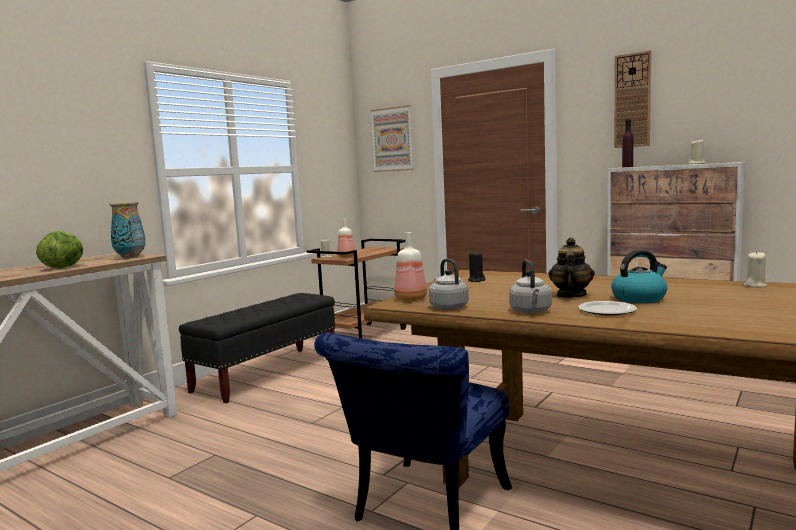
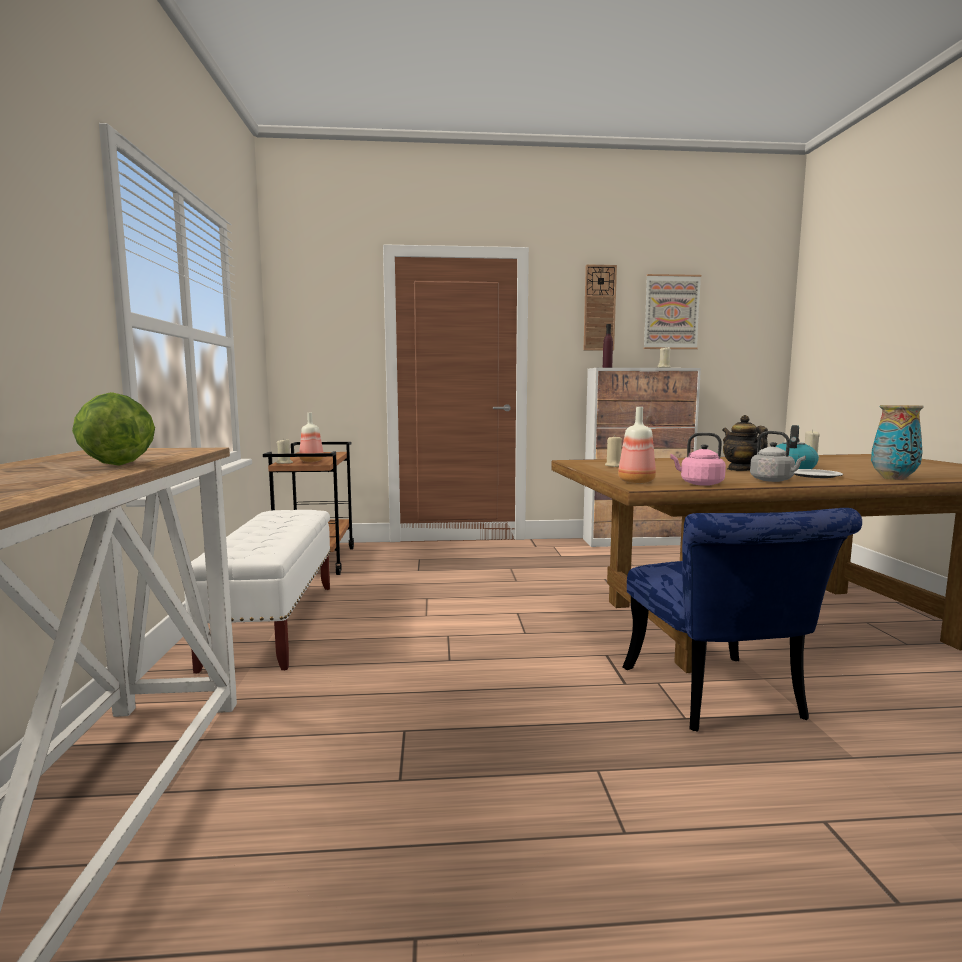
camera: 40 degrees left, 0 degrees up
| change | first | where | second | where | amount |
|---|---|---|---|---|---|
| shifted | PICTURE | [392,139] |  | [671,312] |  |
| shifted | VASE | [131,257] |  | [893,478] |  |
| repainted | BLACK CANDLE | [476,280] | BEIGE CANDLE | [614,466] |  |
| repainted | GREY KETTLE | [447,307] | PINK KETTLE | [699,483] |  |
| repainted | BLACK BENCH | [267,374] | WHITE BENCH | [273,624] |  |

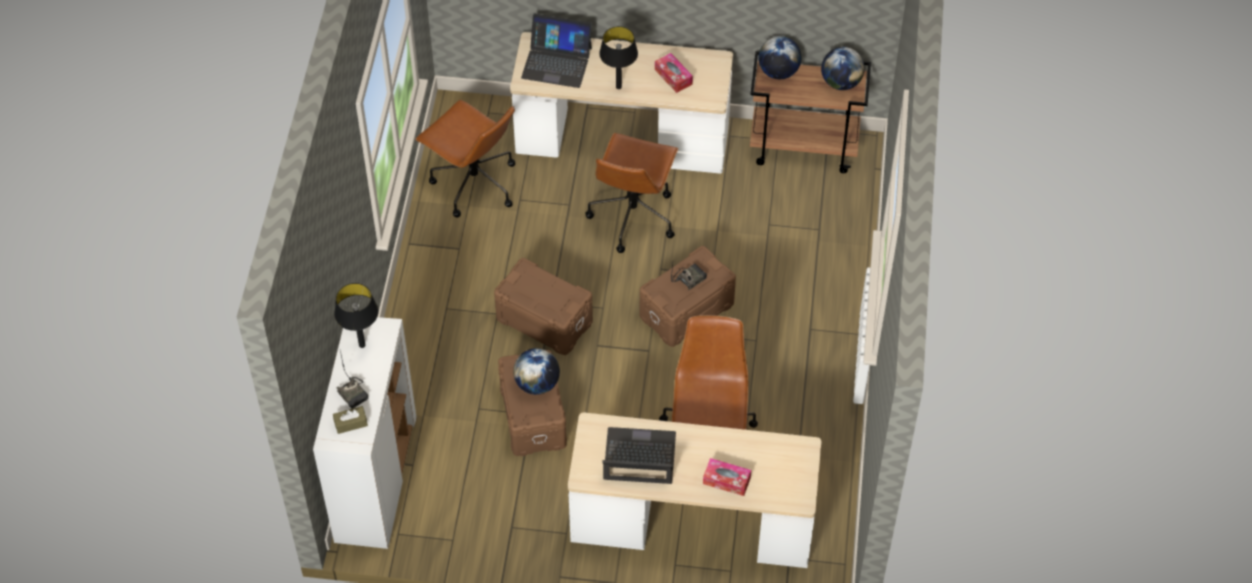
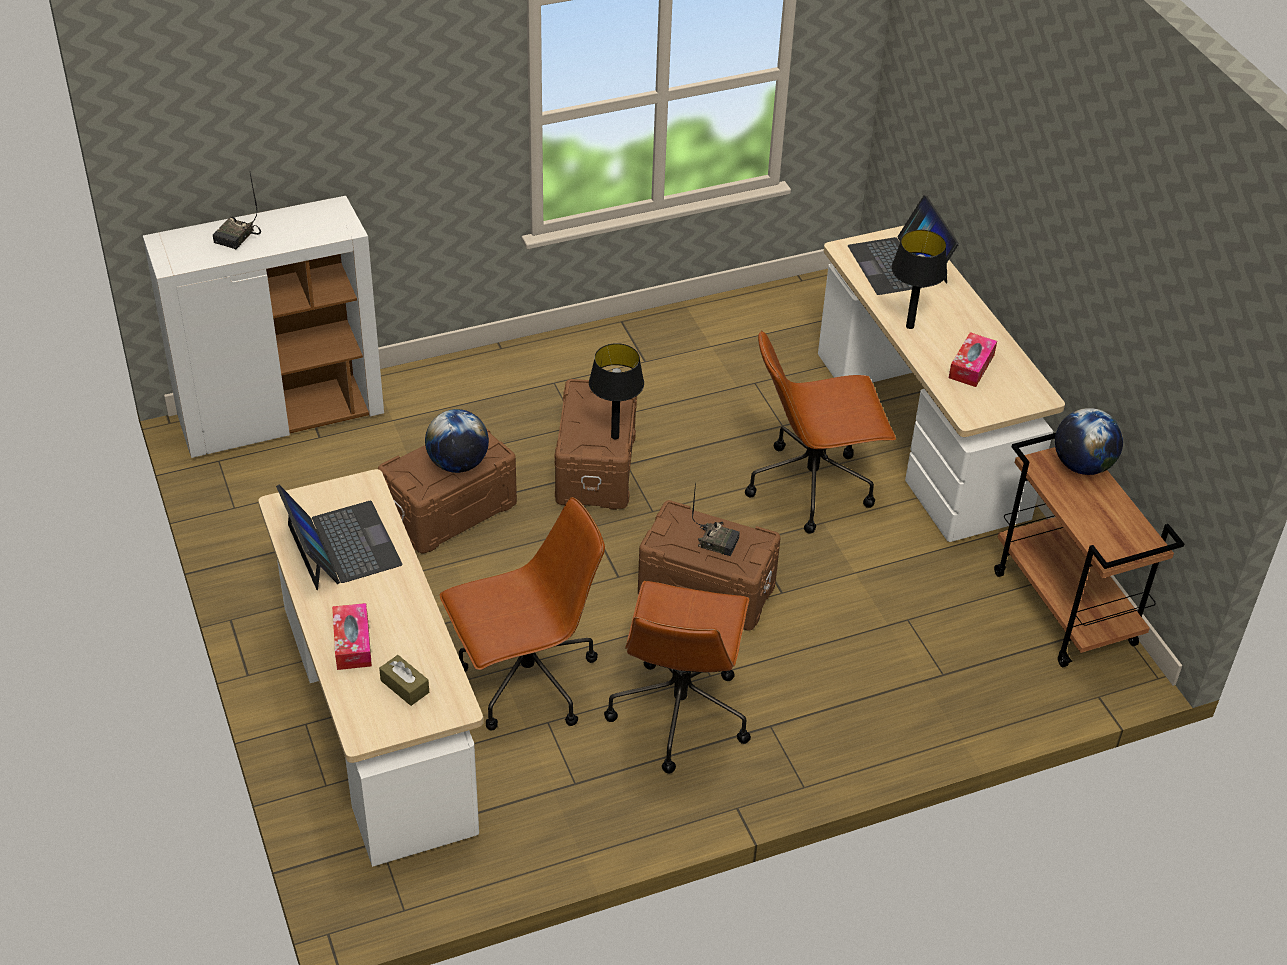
camera: 60 degrees right, 10 degrees down
| change | first | where | second | where | amount |
|---|---|---|---|---|---|
| gone | GLOBE | [841,83] |  |  |  |
| shifted | BROWN OFFICE CHAIR | [473,184] |  | [679,712] |  |
| shifted | BLACK TABLE LAMP | [362,345] |  | [615,436] |  |
| shifted | BROWN TISSUE BOX | [351,423] |  | [405,686] |  |

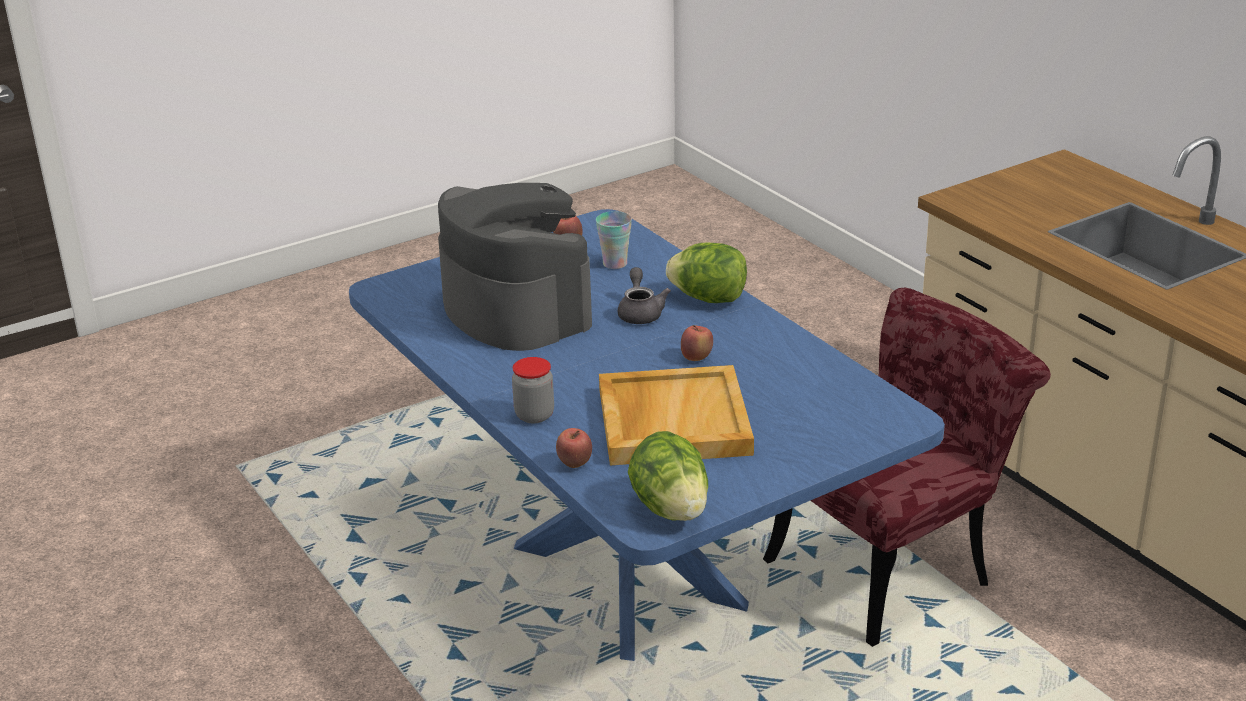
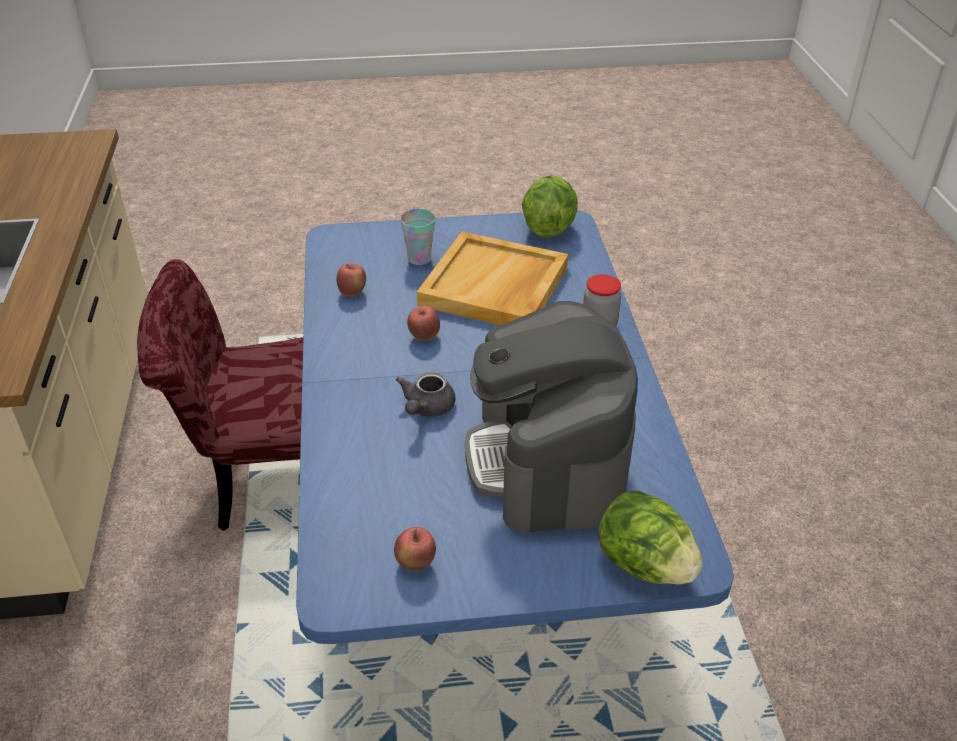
camera: 155 degrees left, 10 degrees up
| change | first | where | second | where | amount |
|---|---|---|---|---|---|
| shifted | CUP | [615,264] |  | [419,259] |  |
| shifted | LETTUCE | [709,299] |  | [644,564] |  |
| shifted | APPLE | [574,464] |  | [352,293] |  |

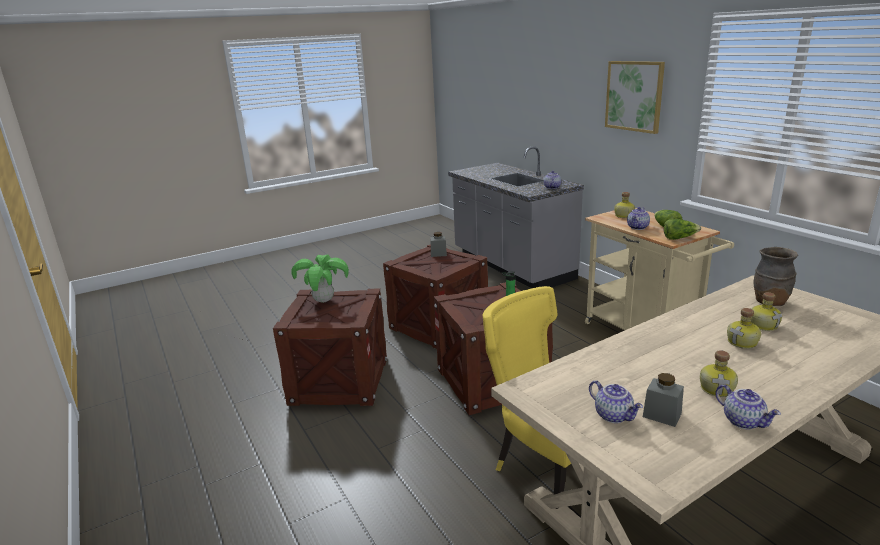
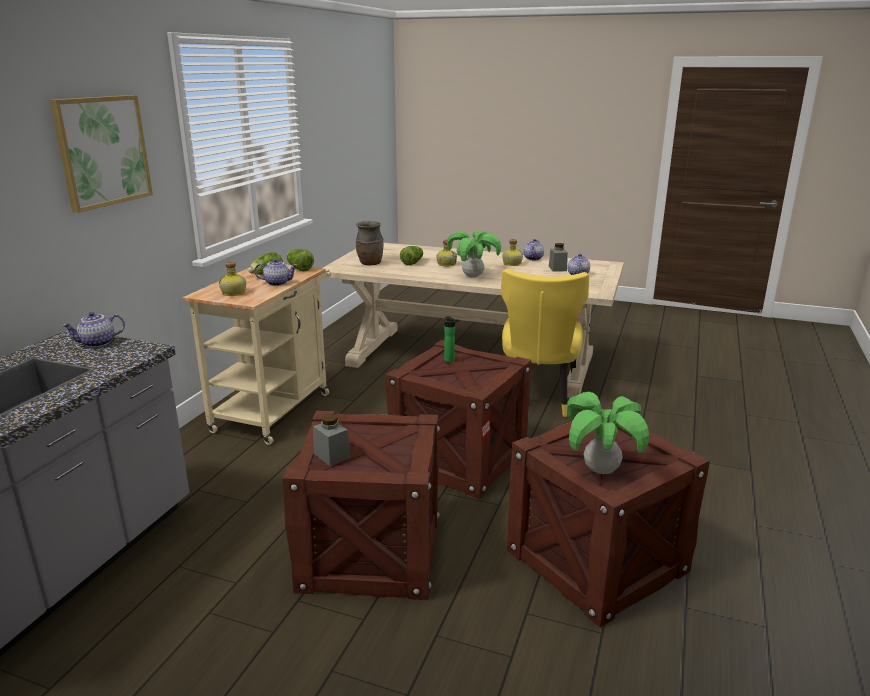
camera: 130 degrees left, 0 degrees up
| change | first | where | second | where | amount |
|---|---|---|---|---|---|
| swapped | BOTTLE | [763,325] | LETTUCE | [412,263] |  |
| new |  |  | POTTED PLANT | [472,276] |  |

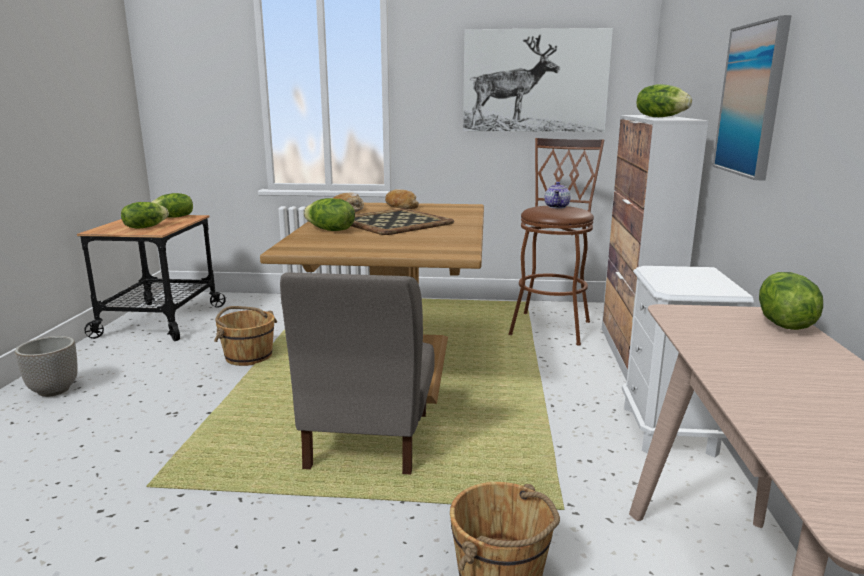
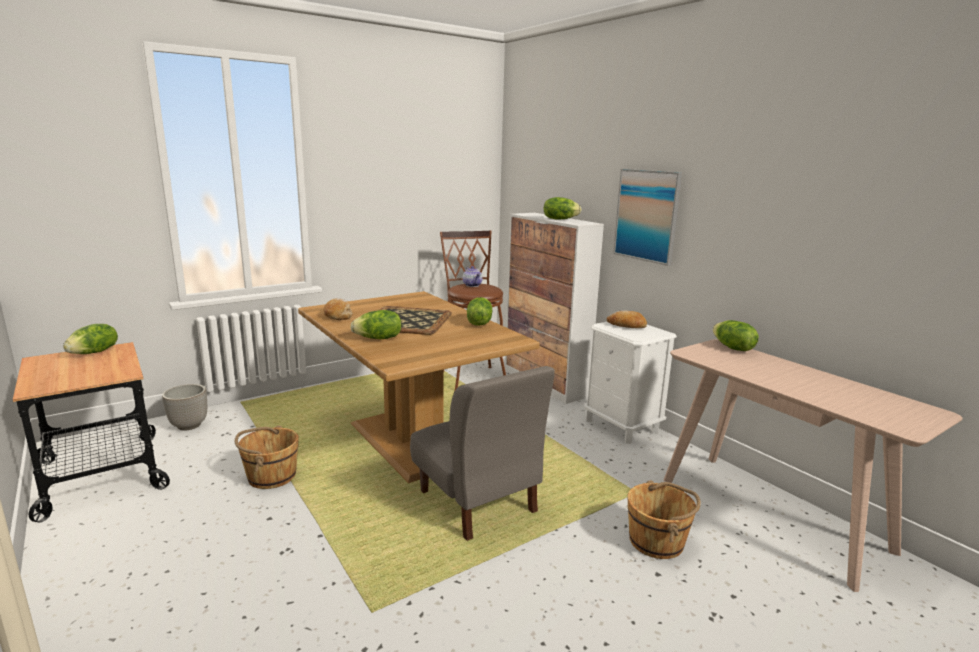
camera: 40 degrees left, 0 degrees up
| change | first | where | second | where | amount |
|---|---|---|---|---|---|
| gone | PICTURE | [535,81] |  |  |  |
| shifted | BREAD | [400,207] |  | [626,326] |  |
| shifted | LETTUCE | [145,227] |  | [478,323] |  |
| shifted | PLANTER | [54,390] |  | [189,425] |  |

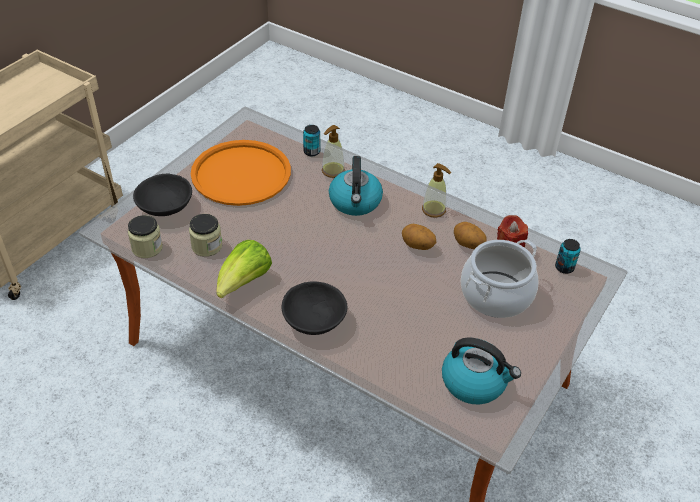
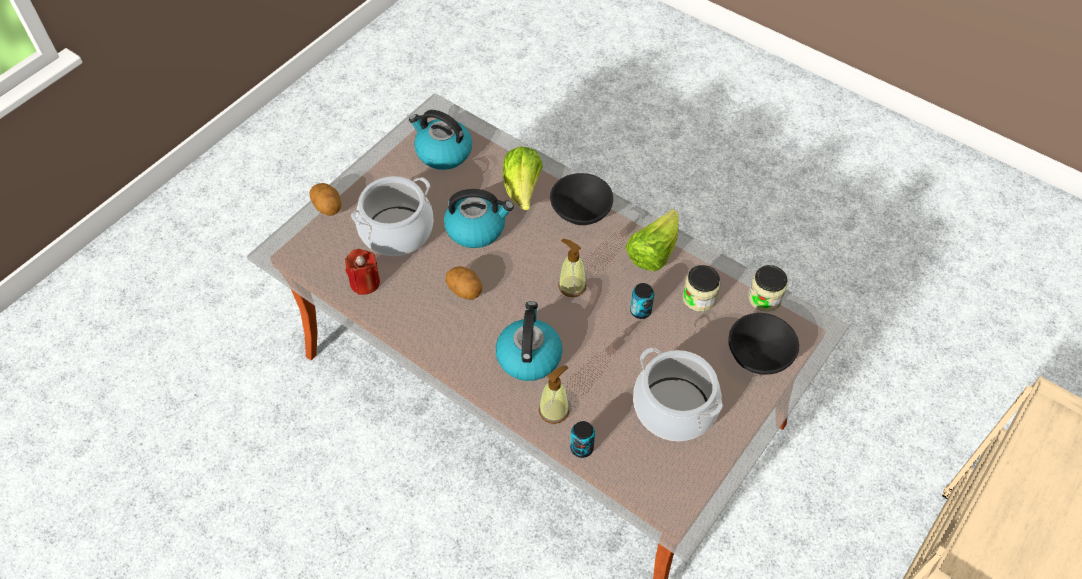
camera: 175 degrees left, 10 degrees up
| change | first | where | second | where | amount |
|---|---|---|---|---|---|
| swapped | ORANGE TRAY | [241,174] | COOKING POT | [674,408] |  |
| shifted | SOAP DISPENSER | [434,210] |  | [571,286] |  |
| shifted | POTATO | [467,245] |  | [328,207] |  |
| shifted | CAN | [564,267] |  | [640,311] |  |
| new |  |  | LETTUCE | [522,190] |  |
| new |  |  | KETTLE | [476,228] |  |

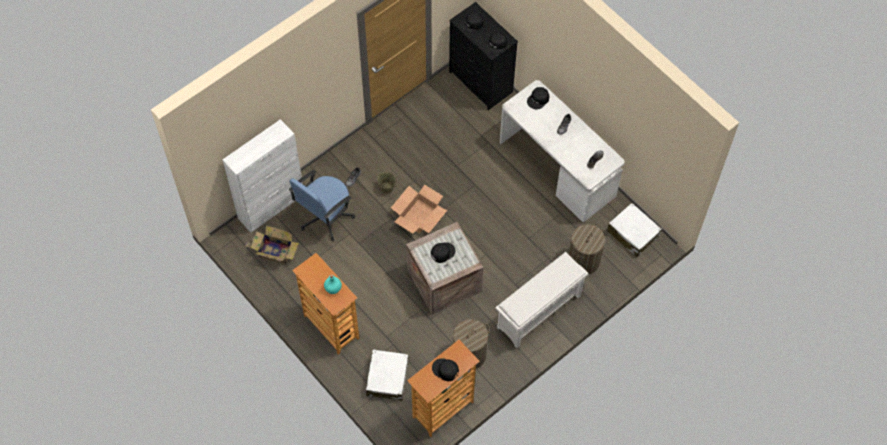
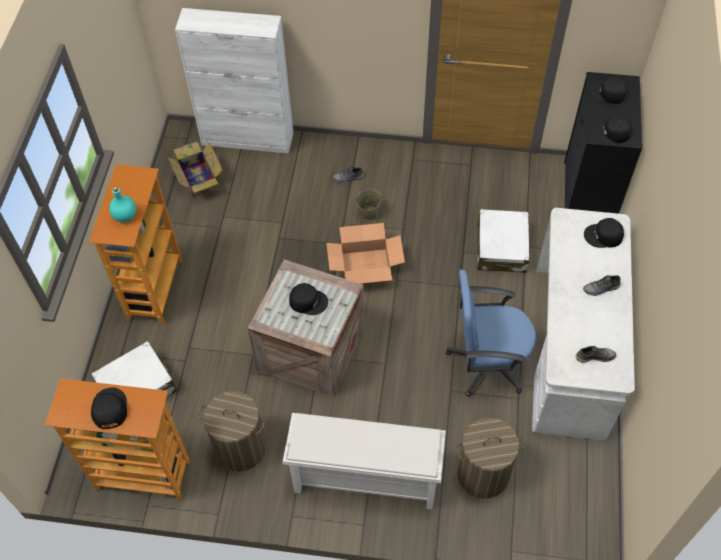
camera: 50 degrees right, 5 degrees down
| change | first | where | second | where | amount |
|---|---|---|---|---|---|
| shifted | BLUE OFFICE CHAIR | [325,217] |  | [487,362] |  |
| shifted | WHITE SUITCASE | [632,233] |  | [501,247] |  |

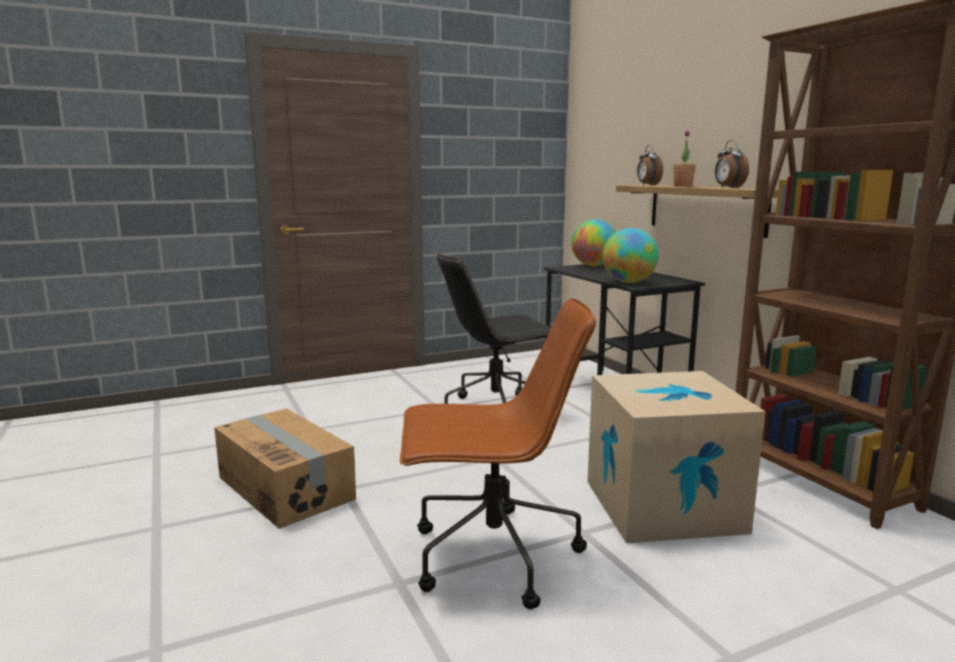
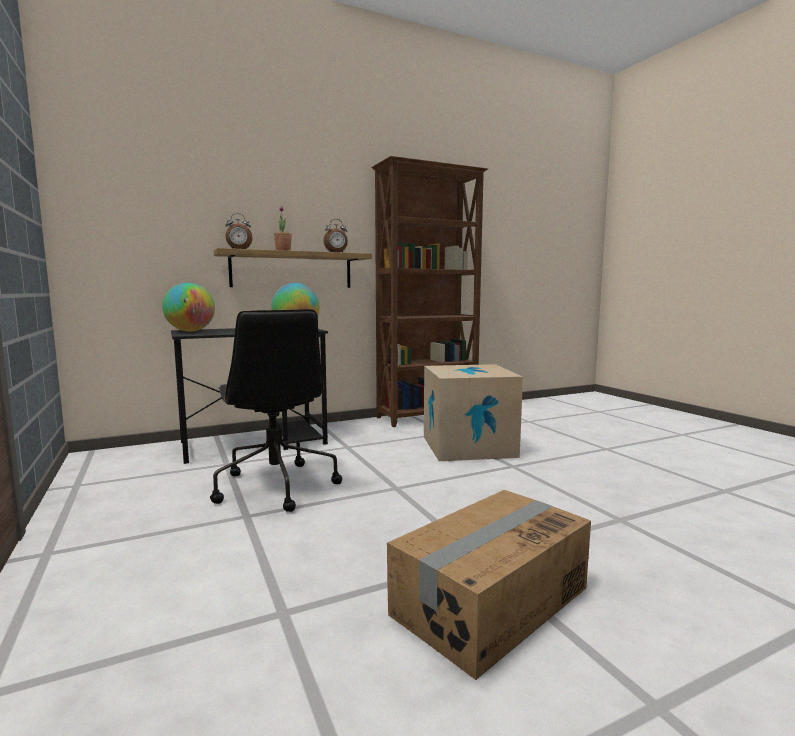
camera: 90 degrees left, 5 degrees down
| change | first | where | second | where | amount |
|---|---|---|---|---|---|
| gone | BROWN OFFICE CHAIR | [491,556] |  |  |  |

